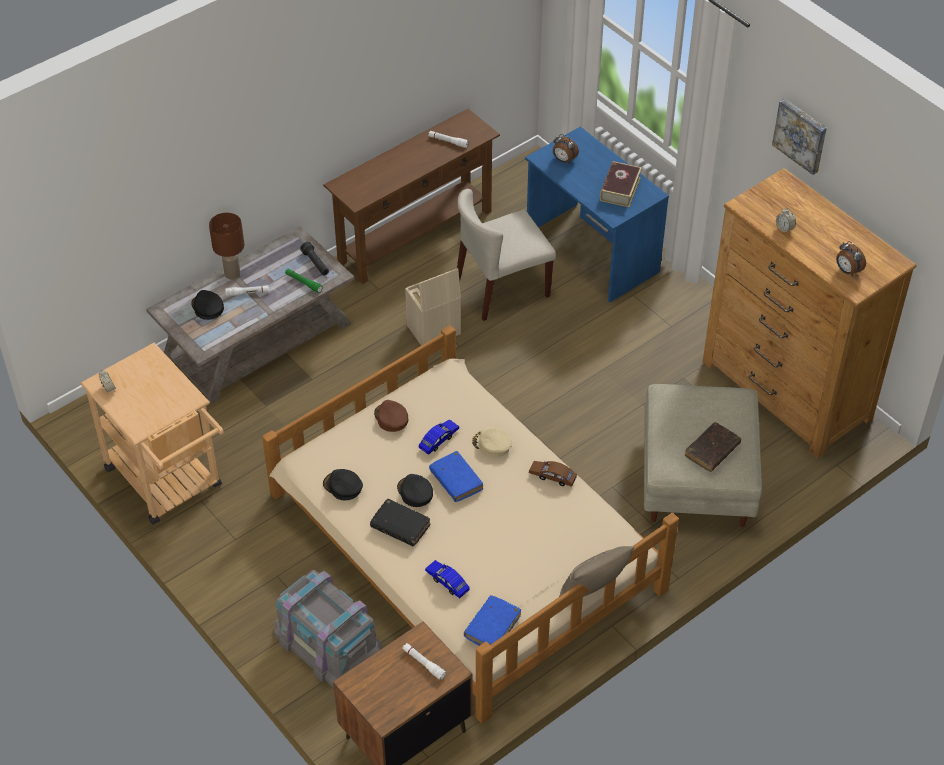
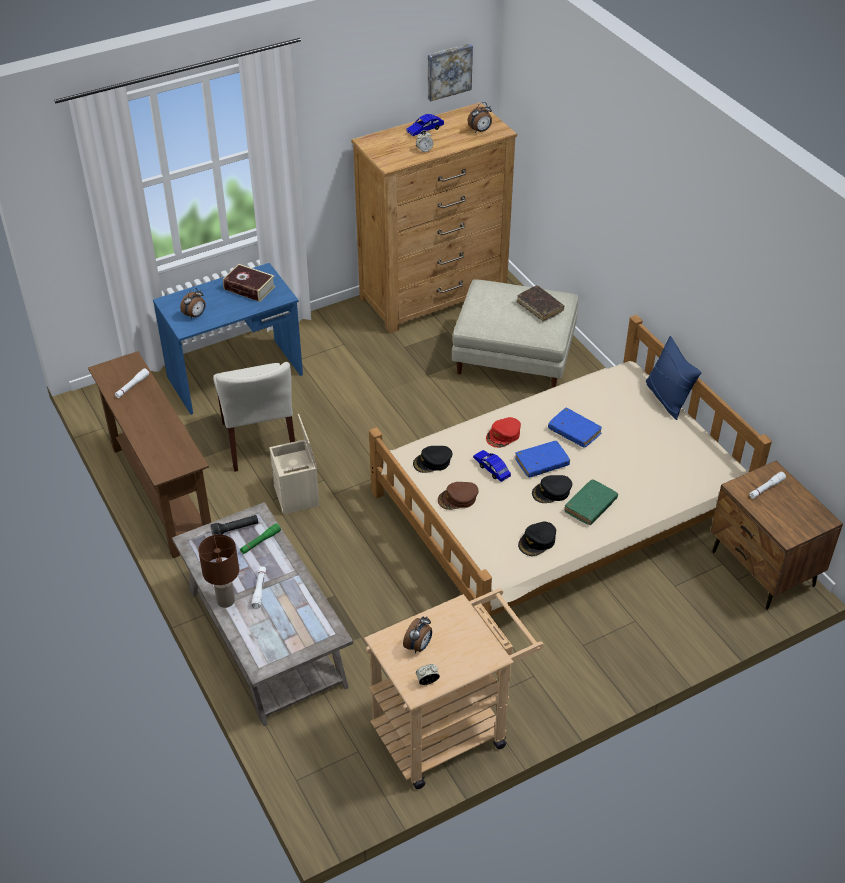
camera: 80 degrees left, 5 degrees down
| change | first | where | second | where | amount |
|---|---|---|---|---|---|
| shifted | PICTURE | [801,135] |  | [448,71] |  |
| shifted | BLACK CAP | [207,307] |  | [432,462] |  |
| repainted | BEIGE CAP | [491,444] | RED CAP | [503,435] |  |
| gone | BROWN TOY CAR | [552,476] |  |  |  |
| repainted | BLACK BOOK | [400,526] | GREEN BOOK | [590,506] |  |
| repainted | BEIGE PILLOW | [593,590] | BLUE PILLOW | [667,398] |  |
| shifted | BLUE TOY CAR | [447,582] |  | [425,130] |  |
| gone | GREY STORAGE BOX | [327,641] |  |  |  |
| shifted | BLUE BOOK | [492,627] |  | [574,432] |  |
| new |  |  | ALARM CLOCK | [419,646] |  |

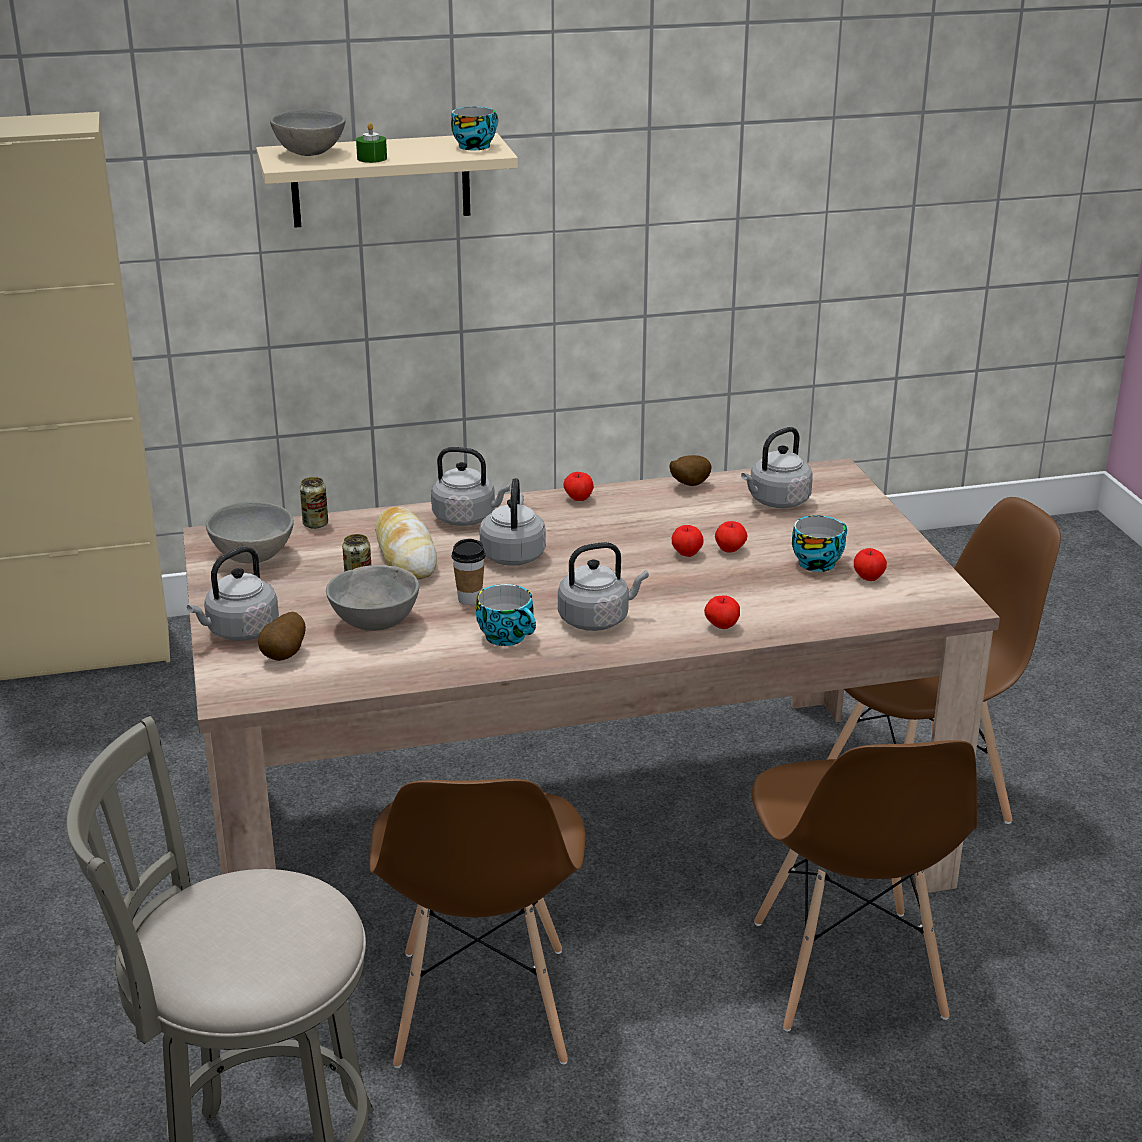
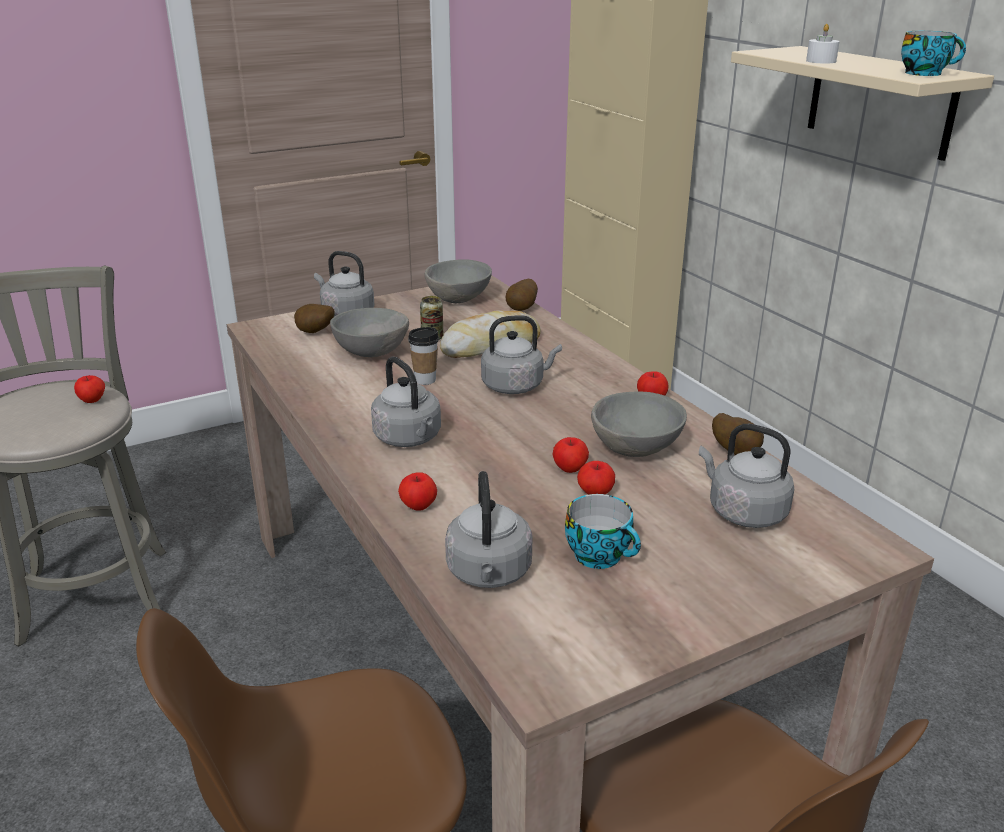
camera: 75 degrees right, 0 degrees up
| change | first | where | second | where | amount |
|---|---|---|---|---|---|
| shifted | GREY BOWL | [311,153] |  | [637,450] |  |
| repainted | GREEN CANDLE | [372,158] | WHITE CANDLE | [821,61] |  |
| shifted | GREY KETTLE | [467,518] |  | [489,574] |  |
| swapped | CAN | [315,524] | POTATO | [522,309] |  |
| shifted | APPLE | [868,578] |  | [92,400] |  |
| gone | CUP | [508,636] |  |  |  |
| gone | BROWN CHAIR | [481,1008] |  |  |  |

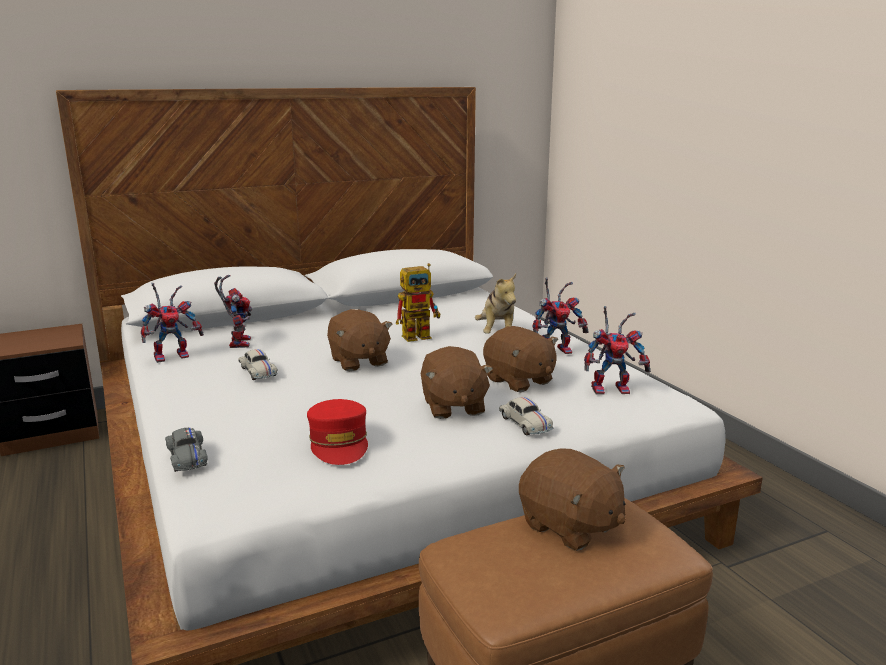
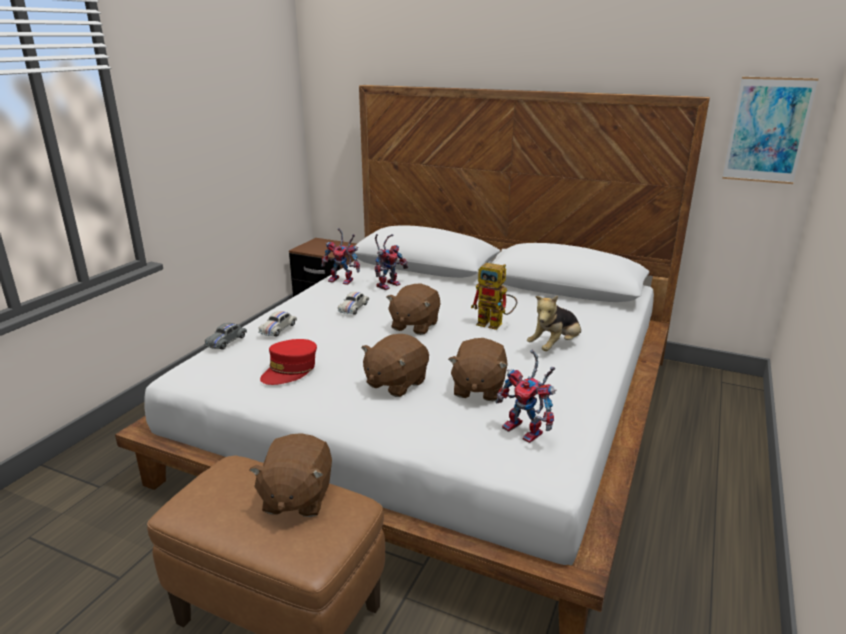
camera: 50 degrees right, 5 degrees up
| change | first | where | second | where | amount |
|---|---|---|---|---|---|
| gone | TOY ROBOT | [556,350] |  |  |  |
| shifted | WHITE TOY CAR | [525,424] |  | [278,329] |  |
| new |  |  | PICTURE | [767,130] |  |

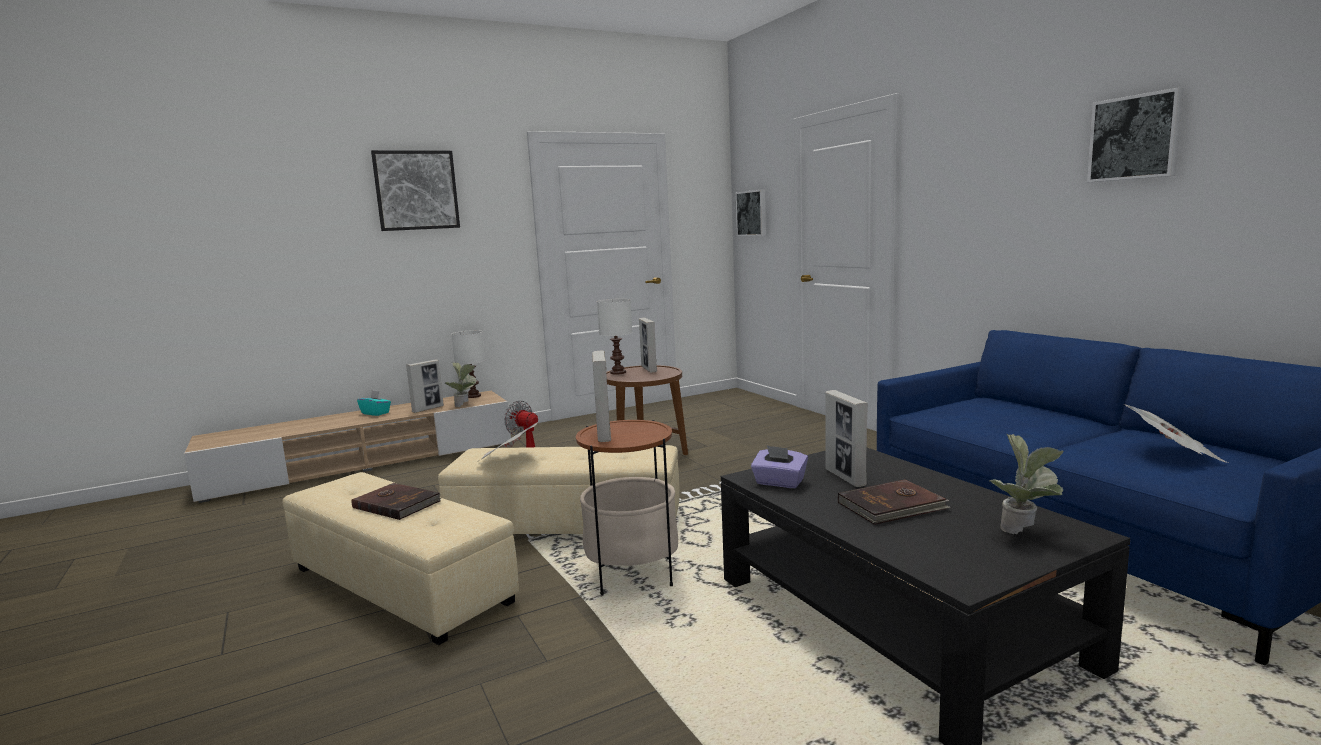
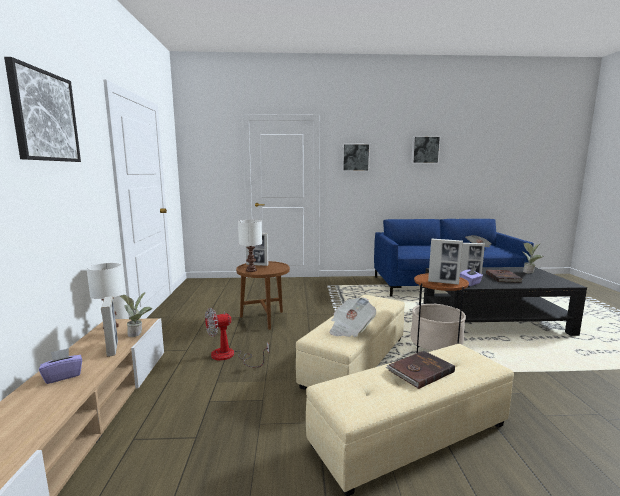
camera: 65 degrees left, 0 degrees up
| change | first | where | second | where | amount |
|---|---|---|---|---|---|
| shifted | PICTURE | [752,213] |  | [355,157] |  |
| repainted | TURQUOISE TISSUE BOX | [376,413] | PURPLE TISSUE BOX | [63,376] |  |

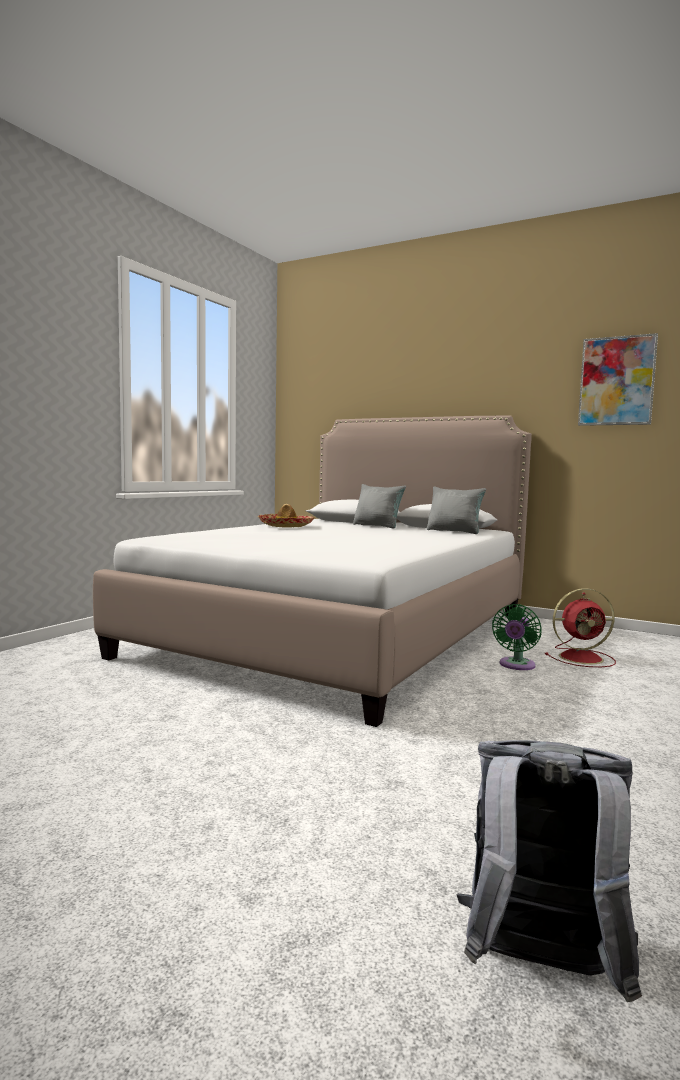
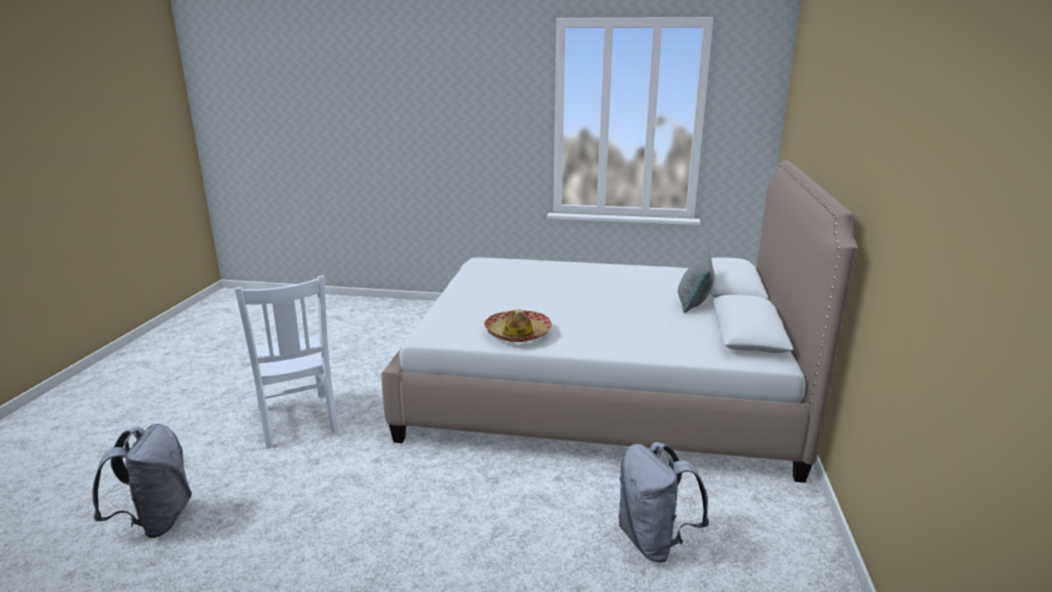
camera: 70 degrees right, 15 degrees up
| change | first | where | second | where | amount |
|---|---|---|---|---|---|
| gone | PICTURE | [616,381] |  |  |  |
| gone | GREY PILLOW | [454,531] |  |  |  |
| shifted | HAT | [286,526] |  | [517,334] |  |
| swapped | RED FAN | [582,658] | GREY BACKPACK | [654,541] |  |
| gone | GREEN FAN | [516,665] |  |  |  |
| new |  |  | WHITE CHAIR | [297,421] |  |

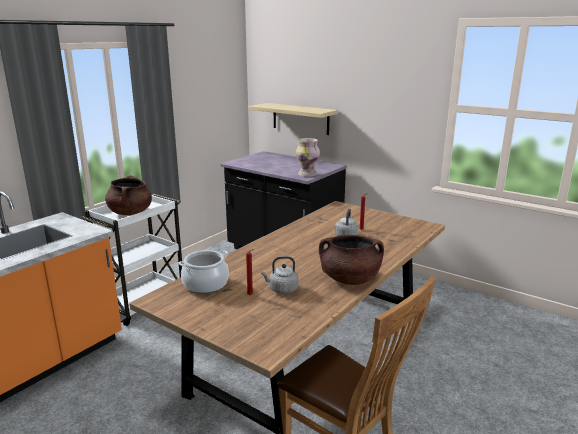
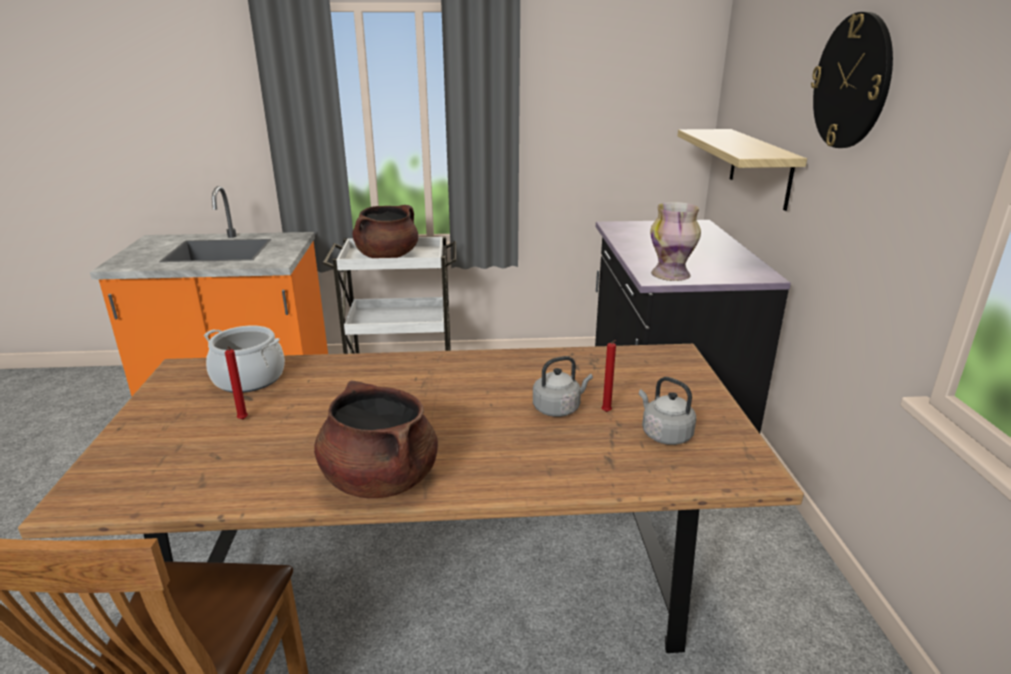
camera: 50 degrees right, 5 degrees up
| change | first | where | second | where | amount |
|---|---|---|---|---|---|
| shifted | GREY KETTLE | [282,289] |  | [664,434] |  |
| new |  |  | WALL CLOCK | [852,82] |  |

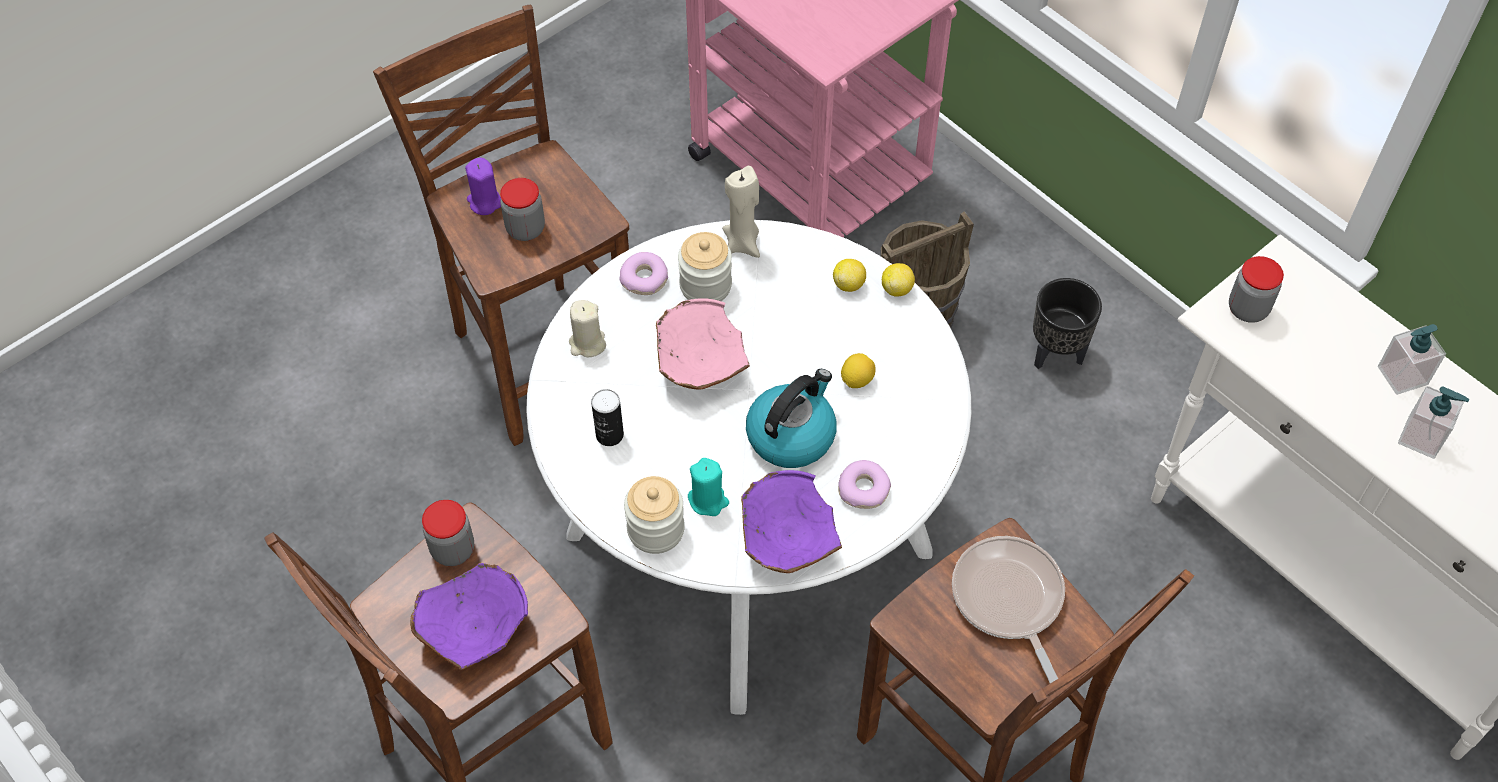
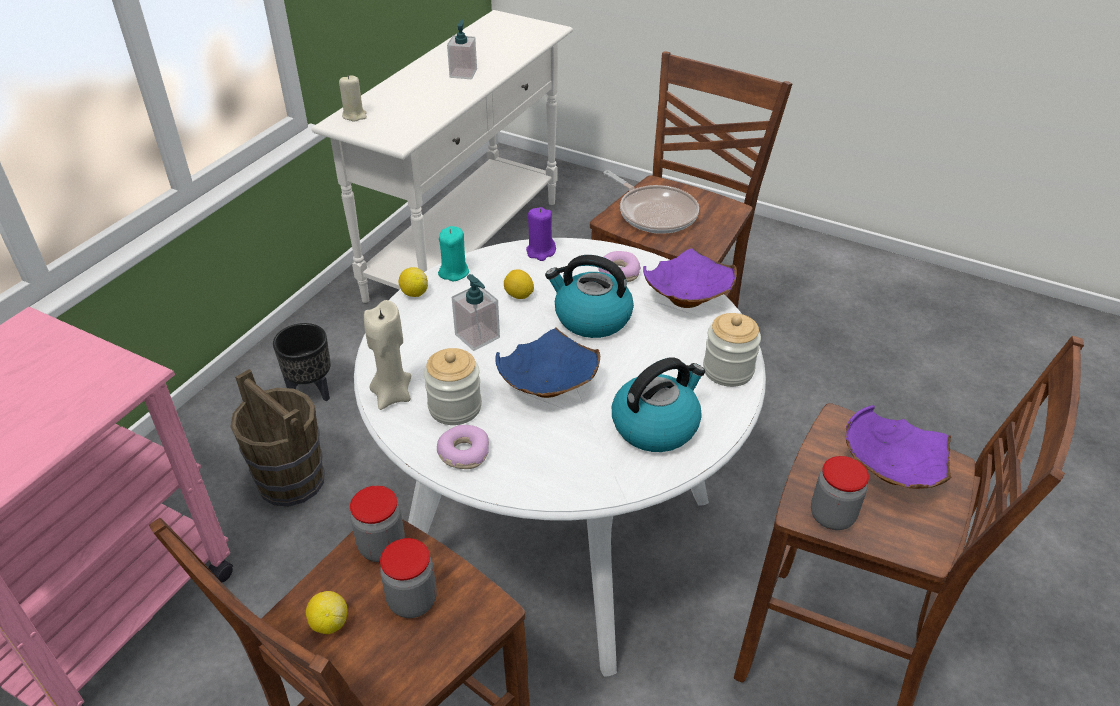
camera: 110 degrees left, 15 degrees down
| change | first | where | second | where | amount |
|---|---|---|---|---|---|
| shifted | PURPLE CANDLE | [484,202] |  | [540,251] |  |
| shifted | JAR | [1247,309] |  | [382,546] |  |
| shifted | LEMON | [849,284] |  | [329,623] |  |
| repainted | PINK BOWL | [699,365] | BLUE BOWL | [548,388] |  |
| shifted | BEIGE CANDLE | [587,344] |  | [354,115] |  |
| shifted | SOAP DISPENSER | [1402,375] |  | [477,336] |  |
| swapped | CAN | [609,435] | KETTLE | [656,425] |  |
| shifted | TURQUOISE CANDLE | [708,500] |  | [454,272] |  |
| rotated | FRYING PAN | [1009,601] |  | [654,213] | 90 degrees counterclockwise |

